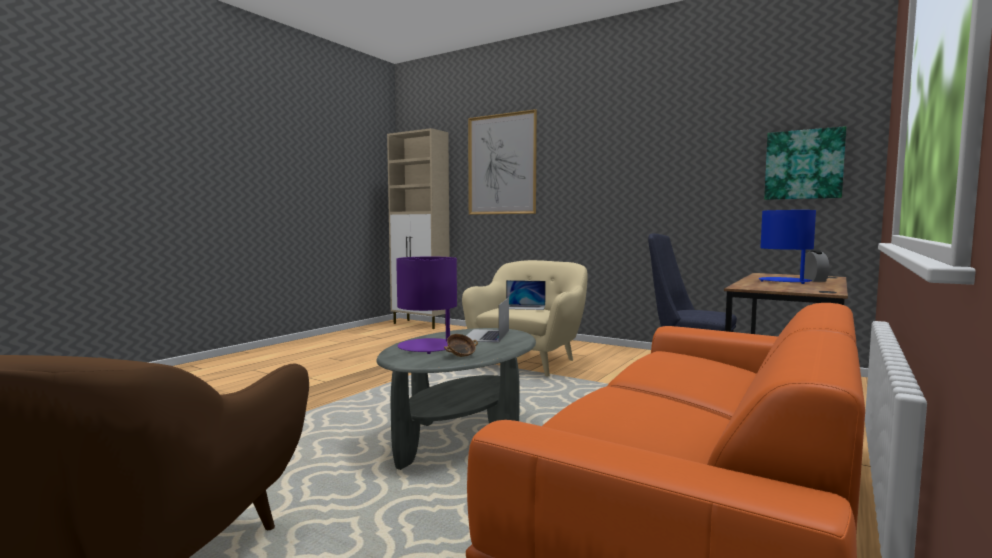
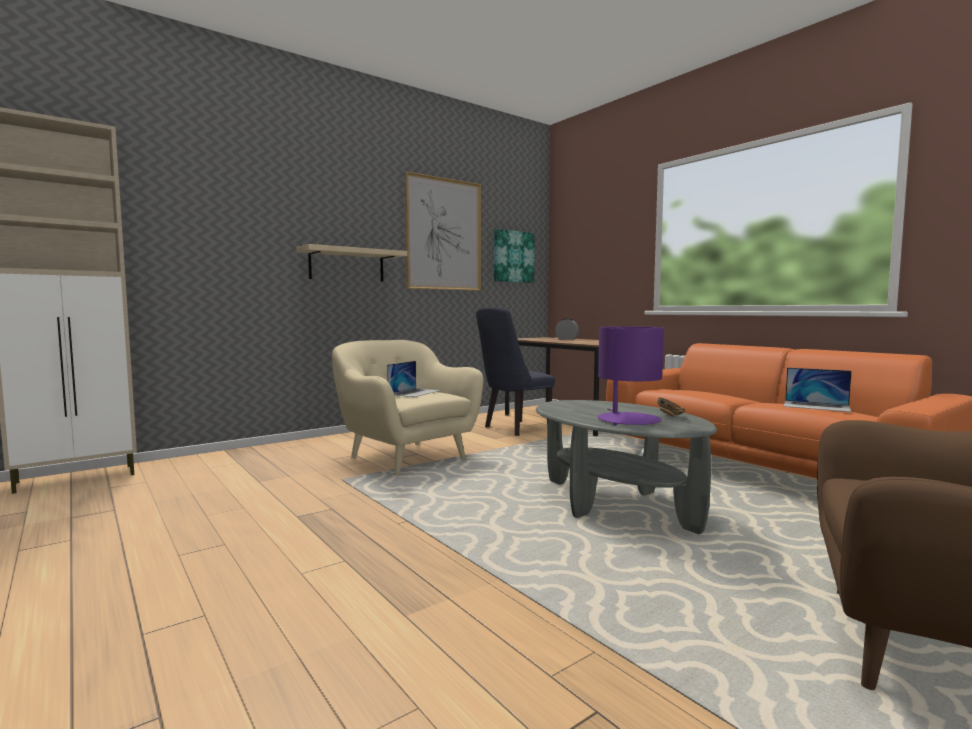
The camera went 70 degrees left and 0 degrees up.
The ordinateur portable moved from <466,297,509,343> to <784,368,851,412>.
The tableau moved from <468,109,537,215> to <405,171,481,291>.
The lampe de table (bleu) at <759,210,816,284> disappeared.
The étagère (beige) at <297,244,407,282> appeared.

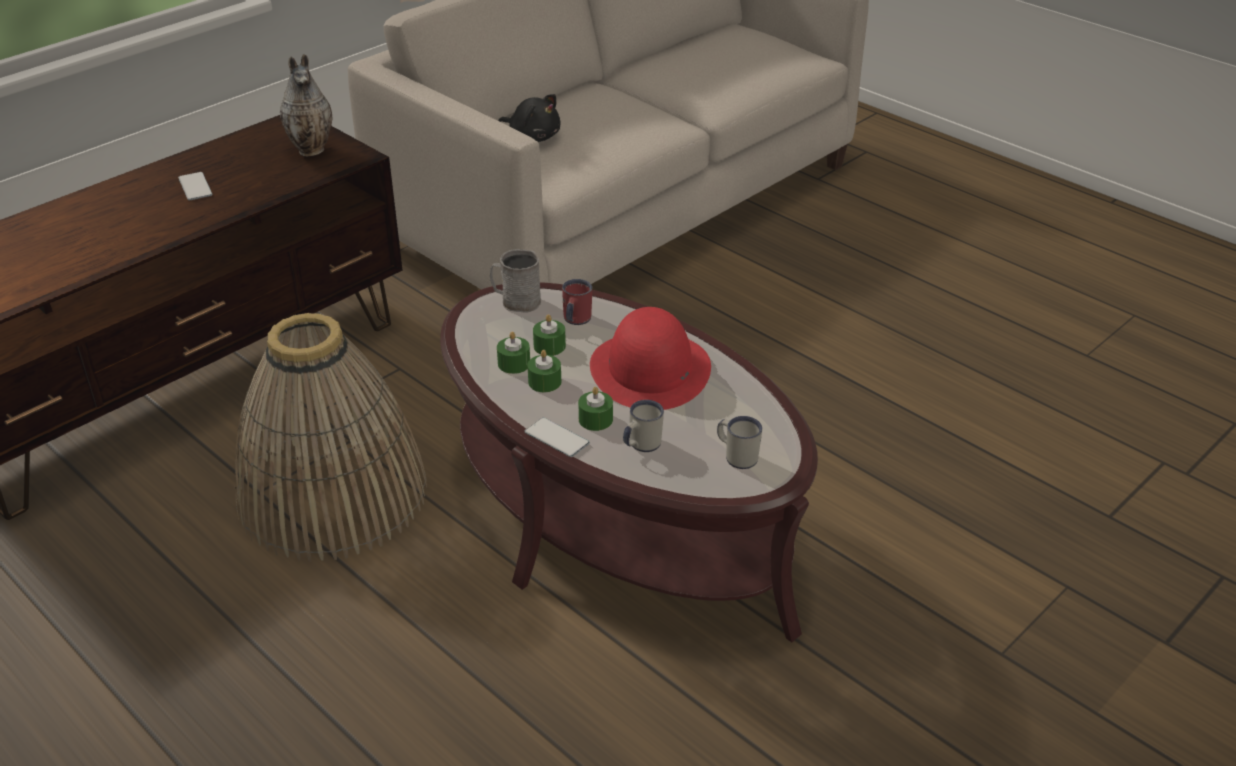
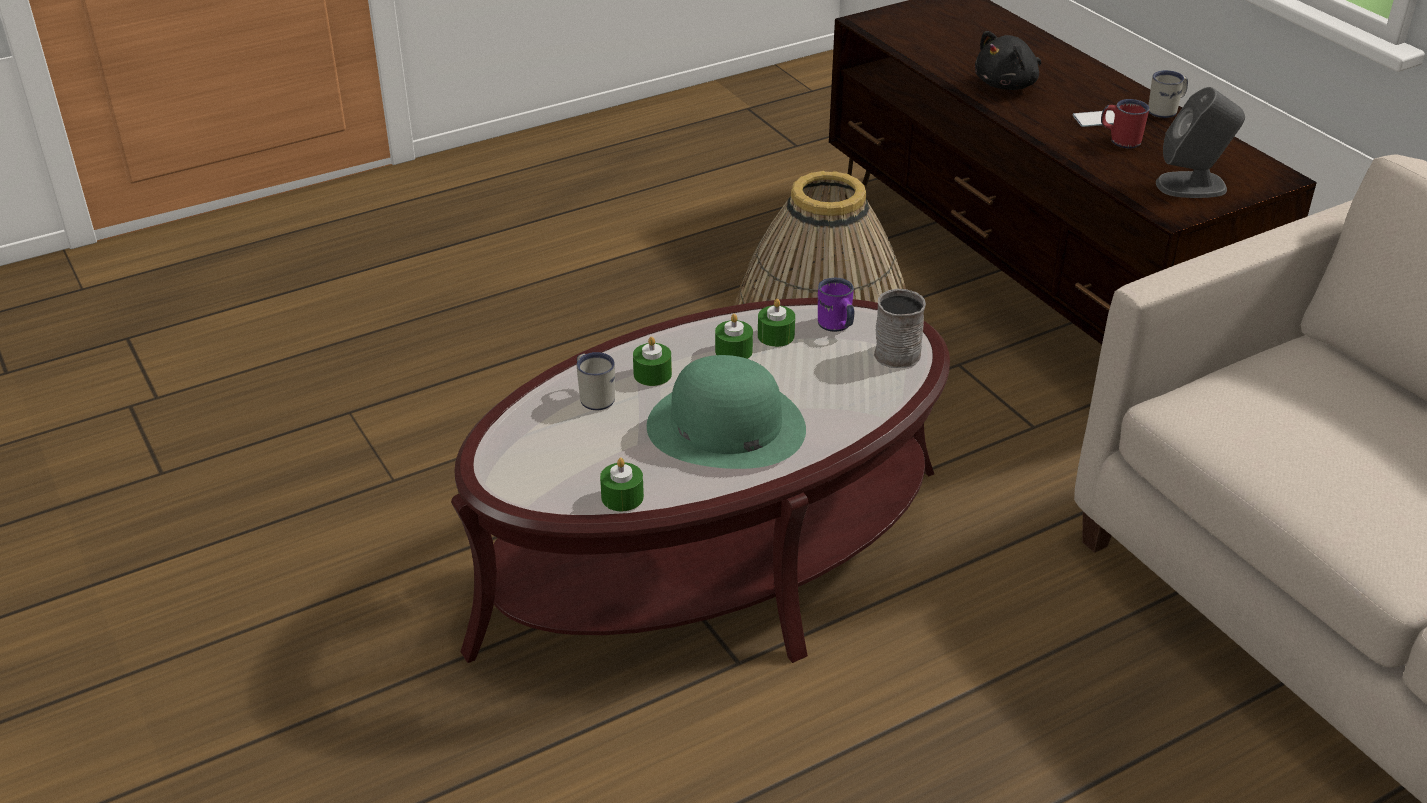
The camera went 105 degrees right and 0 degrees up.
The vase at <280,54,333,156> was replaced by the enceinte (gris) at <1156,87,1245,198>.
The peluche (noir) moved from <498,94,560,142> to <975,31,1041,90>.
The téléphone at <525,418,590,457> disappeared.
The bougie (vert) moved from <533,314,566,356> to <600,458,644,511>.
The mug (rouge) moved from <562,279,592,325> to <1101,99,1149,149>.
The chapeau (rouge) at <590,307,711,410> became the chapeau (vert) at <647,355,806,469>.
The mug (blanc) moved from <717,416,762,469> to <1148,70,1188,118>.
The mug (violet) at <818,278,854,332> appeared.

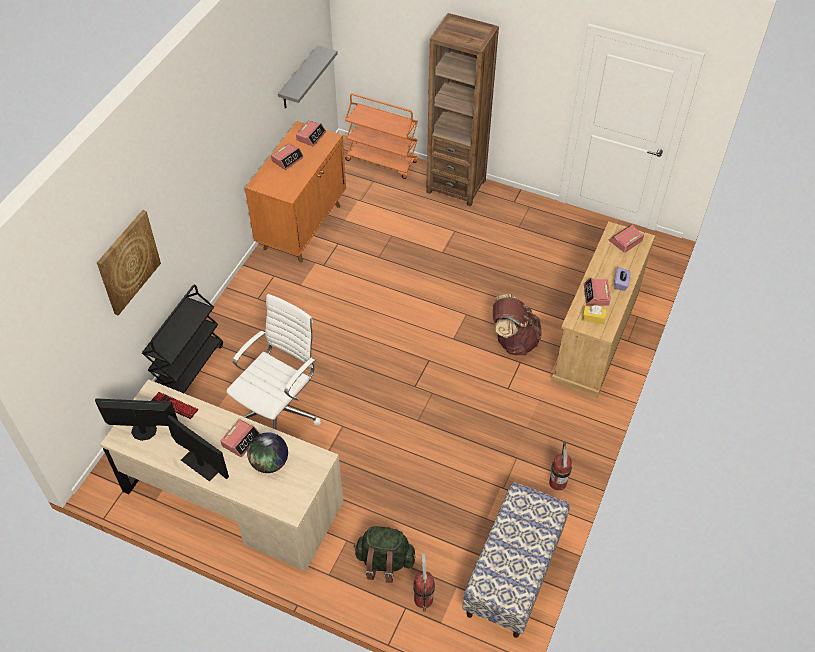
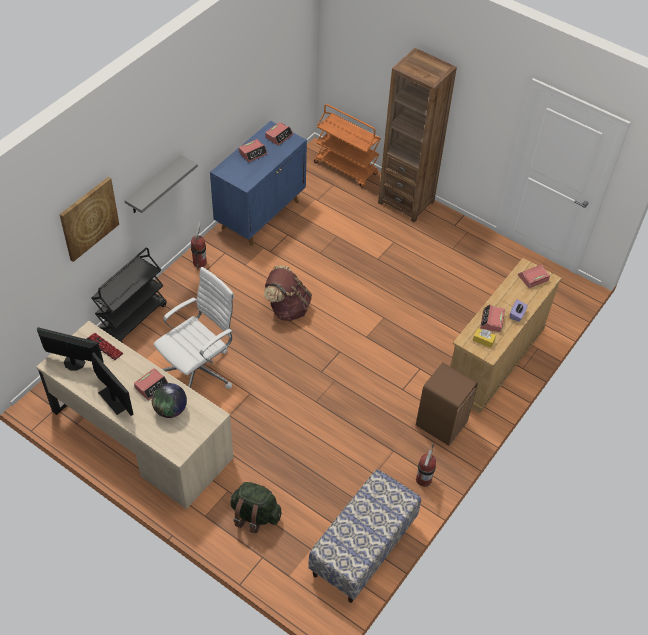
The camera went 10 degrees right and 0 degrees up.
The meuble de rangement (orange) at <245,121,346,263> became the meuble de rangement (bleu) at <210,121,307,246>.
The étagère (gris) moved from <278,45,338,109> to <125,155,198,213>.
The extincteur moved from <413,553,435,612> to <191,221,207,269>.
The sac à dos (marron) moved from <493,294,542,355> to <264,266,312,321>.
The poubelle (marron) at <416,363,478,446> appeared.

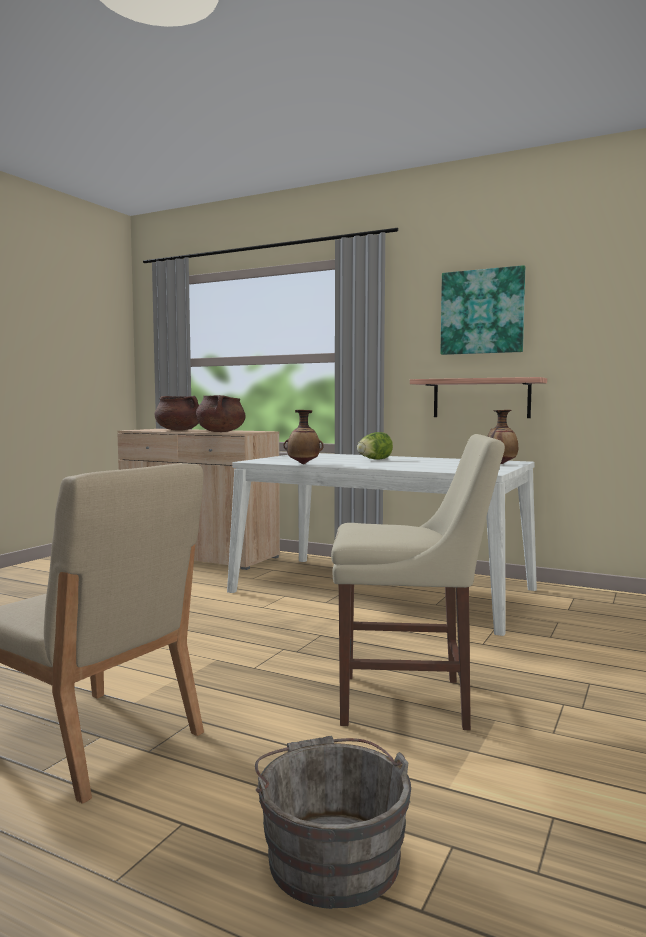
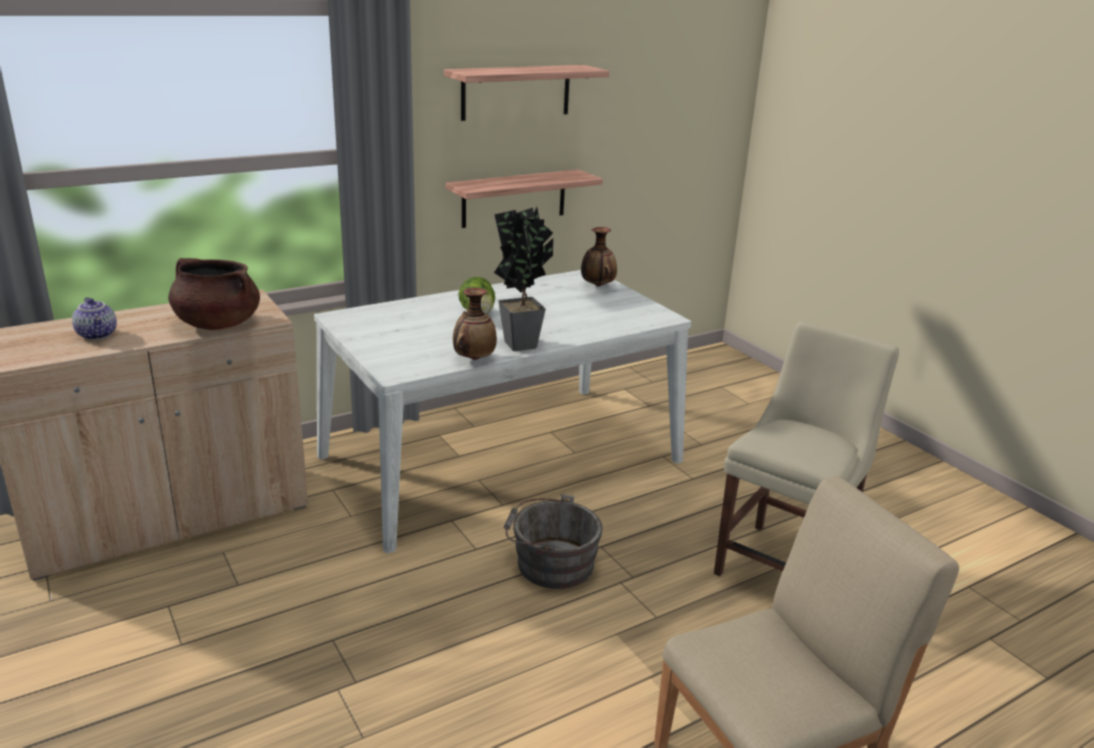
The camera went 60 degrees left and 20 degrees up.
The marmite (marron) at <155,396,199,431> was replaced by the théière at <72,297,117,340>.
The seau (gris) moved from <255,736,411,909> to <504,494,603,589>.
The tableau at <440,265,525,355> was replaced by the étagère at <444,65,609,121>.
The plante en pot at <494,207,553,351> appeared.

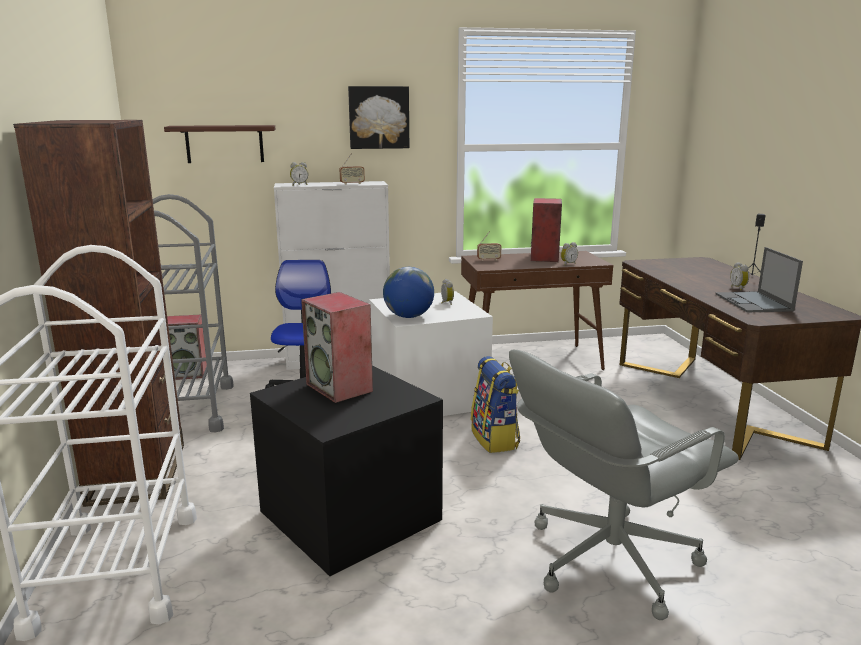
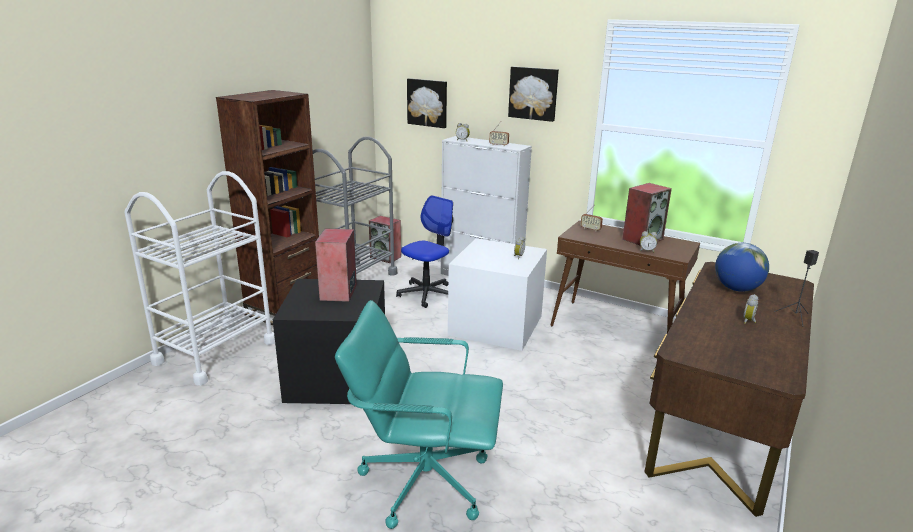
The camera went 40 degrees right and 5 degrees up.
The étagère at <164,125,275,163> was replaced by the tableau at <407,78,447,128>.
The globe moved from <383,267,434,318> to <715,243,769,292>.
The sac à dos at <471,356,520,453> disappeared.
The chaise de bureau (gris) at <509,350,739,620> became the chaise de bureau (turquoise) at <335,300,503,529>.
The ordinateur portable at <716,247,803,312> disappeared.

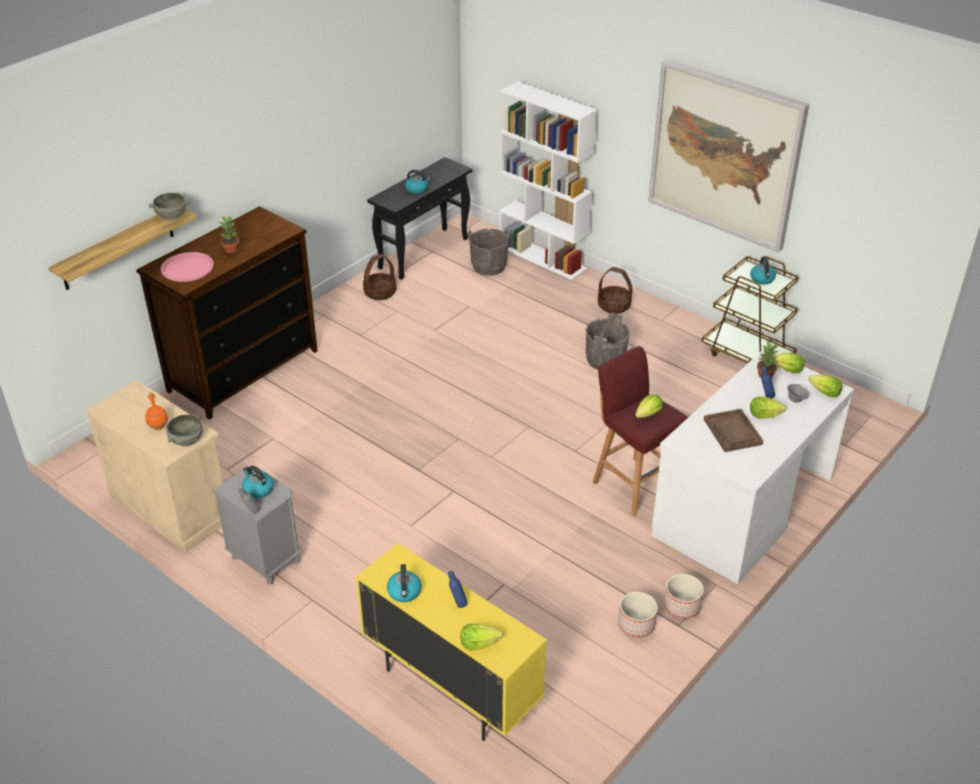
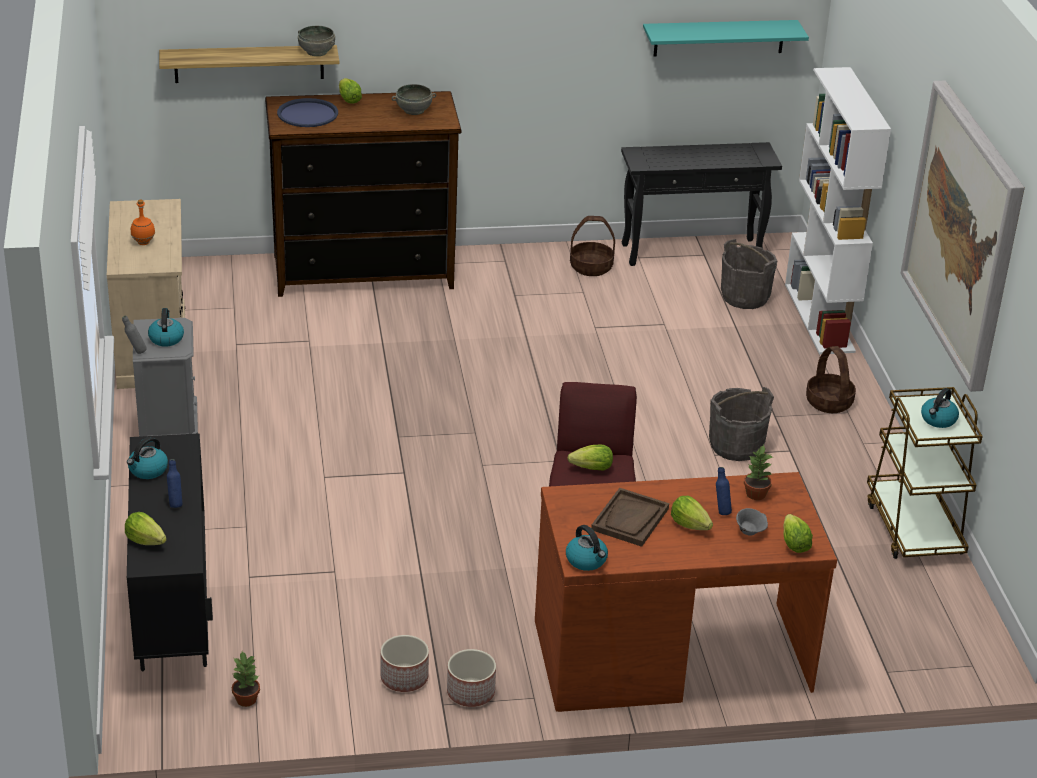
The camera went 40 degrees right and 5 degrees down.
The plateau (rose) at <161,252,214,282> became the plateau (bleu) at <277,98,338,127>.
The bol (gris) moved from <166,415,203,447> to <392,84,436,115>.
The plante en pot moved from <219,215,240,253> to <232,651,260,707>.
The meuble de rangement (jaune) at <356,543,547,741> became the meuble de rangement (noir) at <127,433,213,671>.
The bouilloire moved from <405,170,430,194> to <566,525,608,571>.
The bureau (blanc) at <652,349,854,584> became the bureau (marron) at <535,472,837,712>.
The laitue moved from <773,353,805,373> to <339,78,362,103>.
The étagère (turquoise) at <643,20,809,57> appeared.

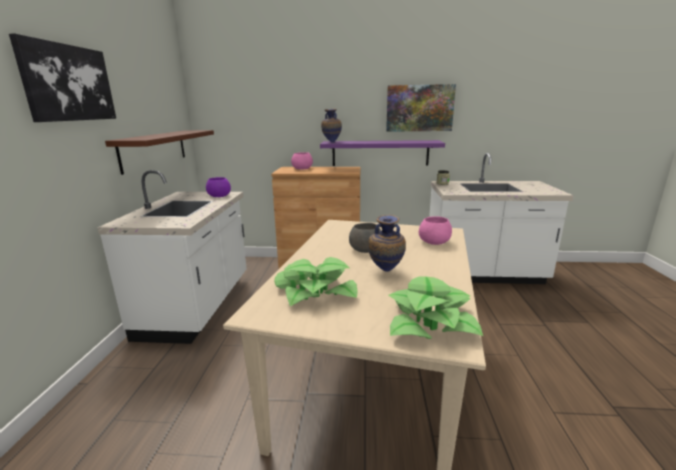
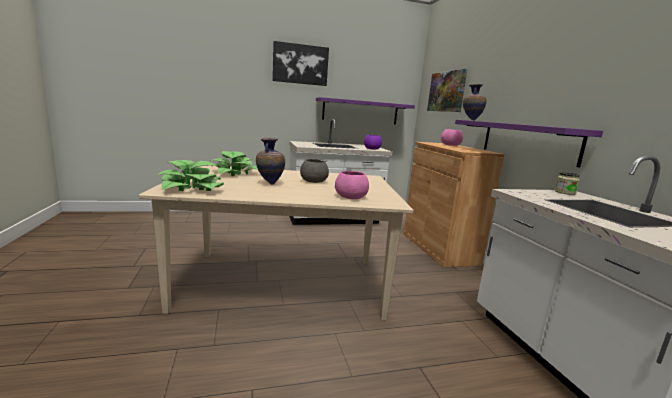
The camera went 70 degrees right and 5 degrees down.
The étagère (marron) at <105,130,214,175> became the étagère (violet) at <316,97,415,124>.
The tableau moved from <386,84,456,132> to <427,69,467,112>.

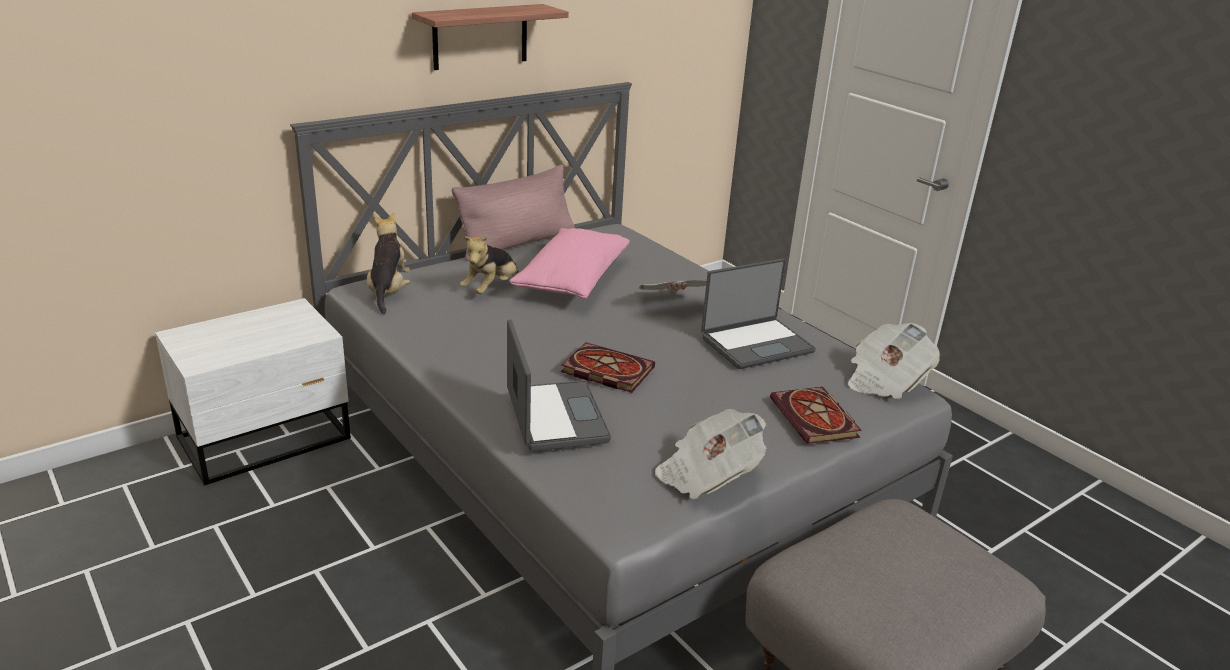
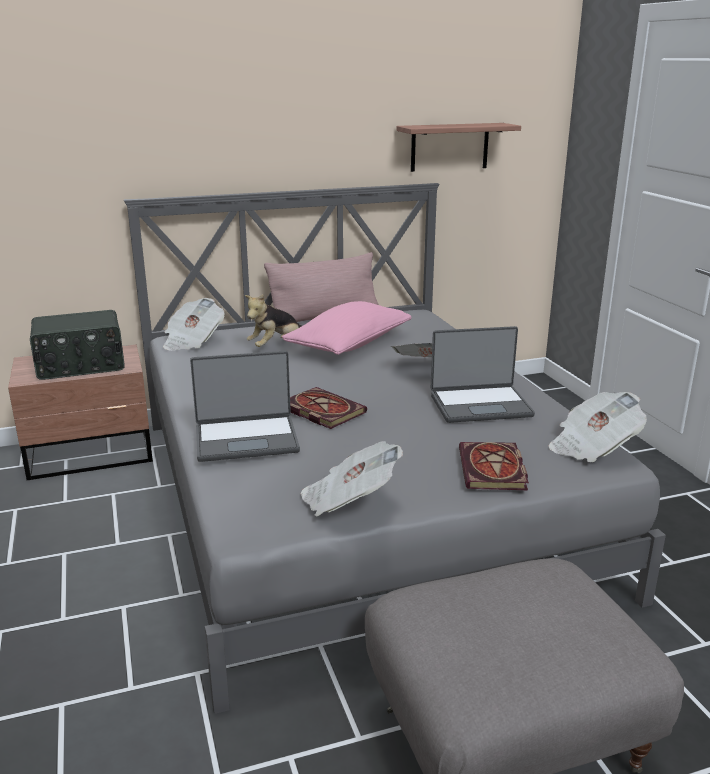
The camera went 20 degrees right and 5 degrees down.
The table de chevet (blanc) at <155,298,351,486> became the table de chevet (marron) at <8,345,153,480>.
The peluche at <367,213,411,314> was replaced by the journal at <163,298,225,351>.
The étagère moved from <412,4,569,70> to <396,123,521,172>.
The ordinateur portable at <507,320,611,451> turned 75 degrees clockwise.
The radio at <30,310,125,380> appeared.

